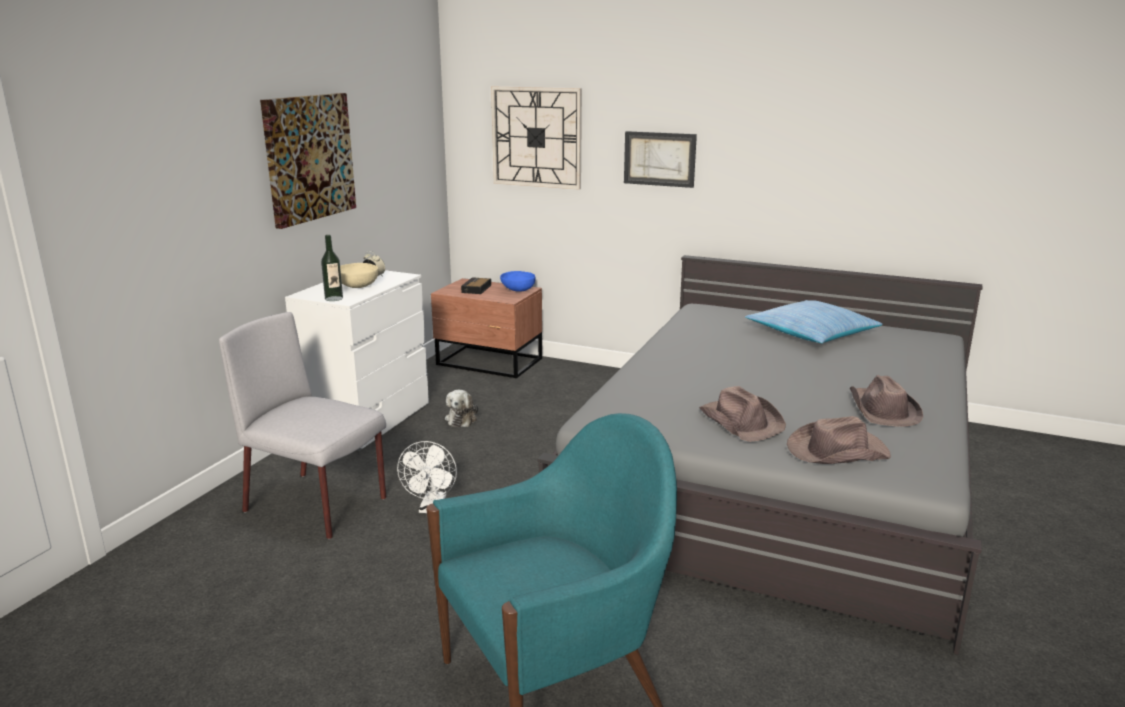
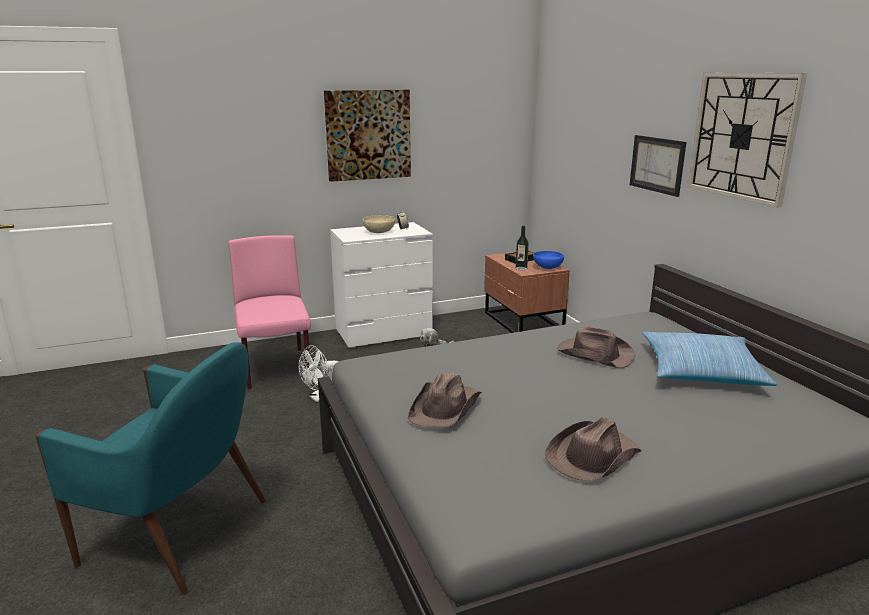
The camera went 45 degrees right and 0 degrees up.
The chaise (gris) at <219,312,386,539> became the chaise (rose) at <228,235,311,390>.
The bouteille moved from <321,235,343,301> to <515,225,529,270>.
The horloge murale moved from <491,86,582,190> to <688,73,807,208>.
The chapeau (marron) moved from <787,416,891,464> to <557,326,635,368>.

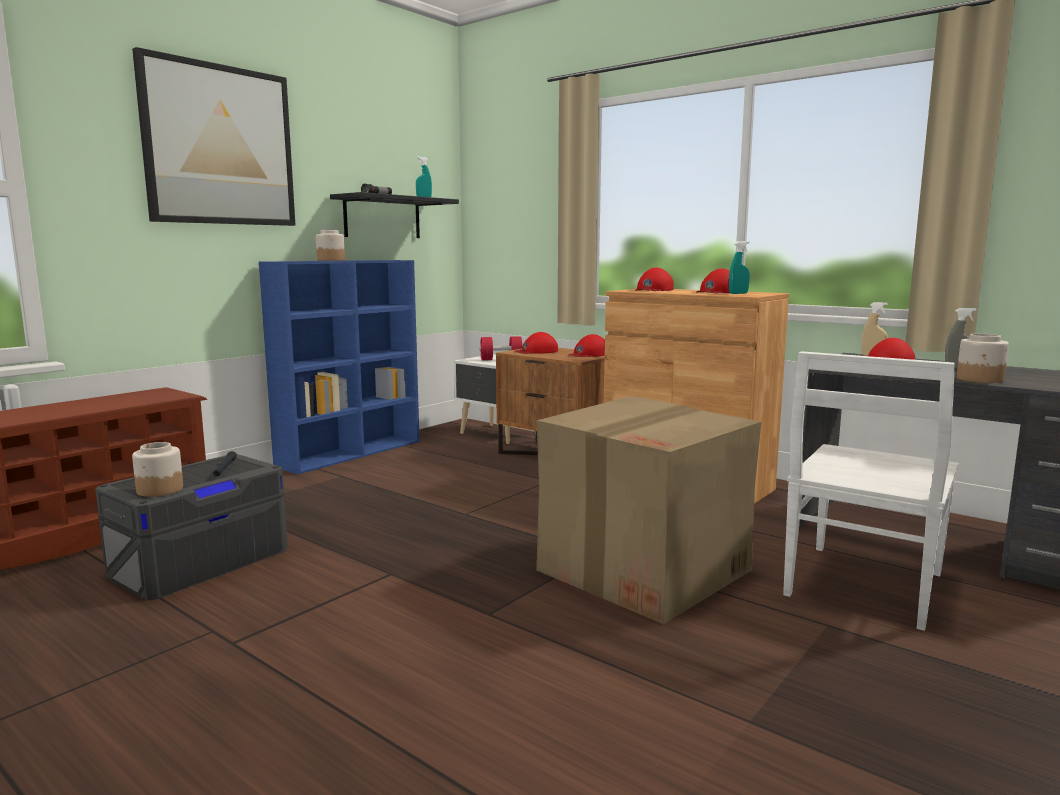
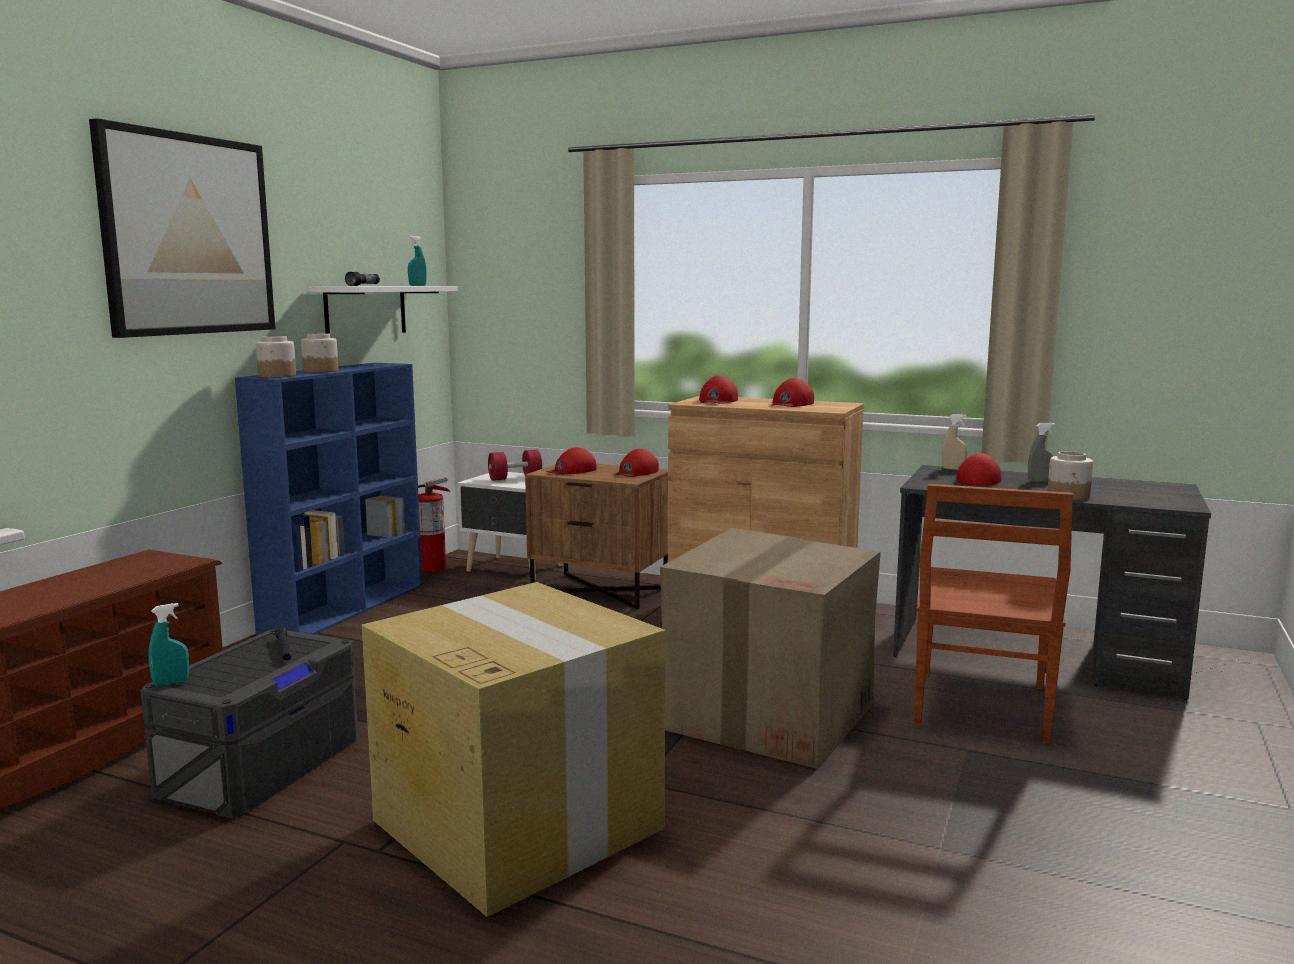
The camera went 15 degrees left and 0 degrees up.
The bocal moved from <132,442,183,497> to <256,336,296,378>.
The étagère (noir) at <330,192,459,238> became the étagère (blanc) at <309,286,458,334>.
The vaporisateur (turquoise) moved from <729,241,750,294> to <148,603,189,686>.
The chaise (blanc) at <783,351,958,631> became the chaise (marron) at <914,484,1073,744>.
The carton at <362,582,665,917> appeared.
The extincteur at <418,477,450,572> appeared.

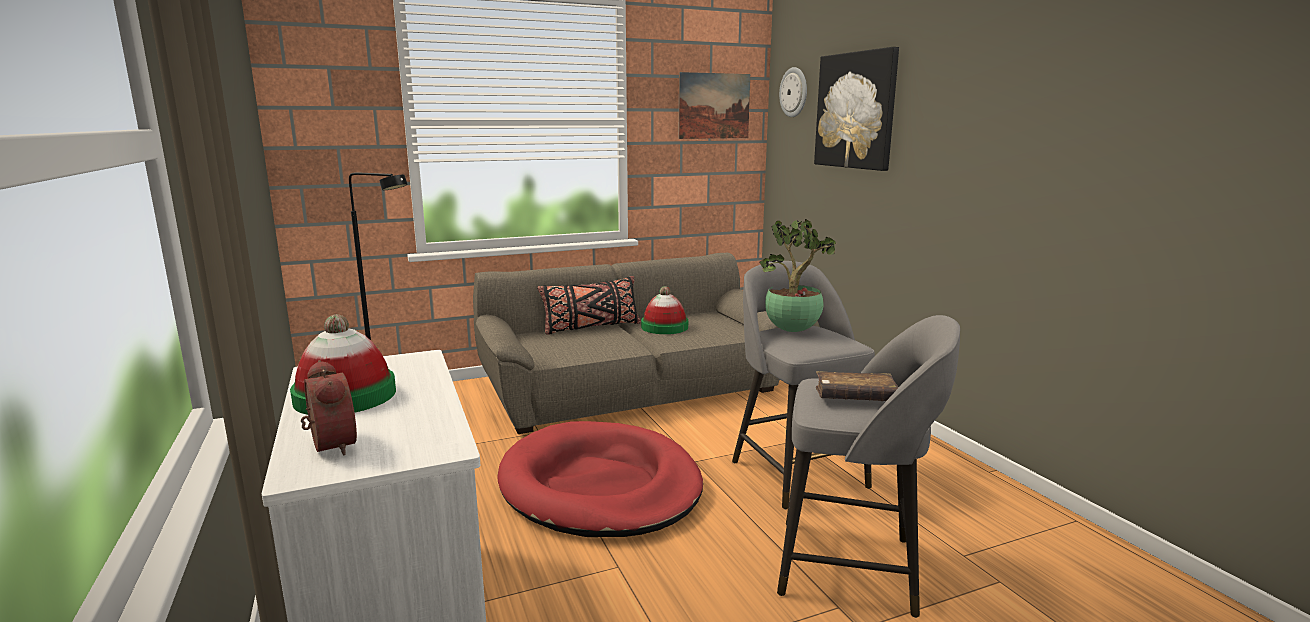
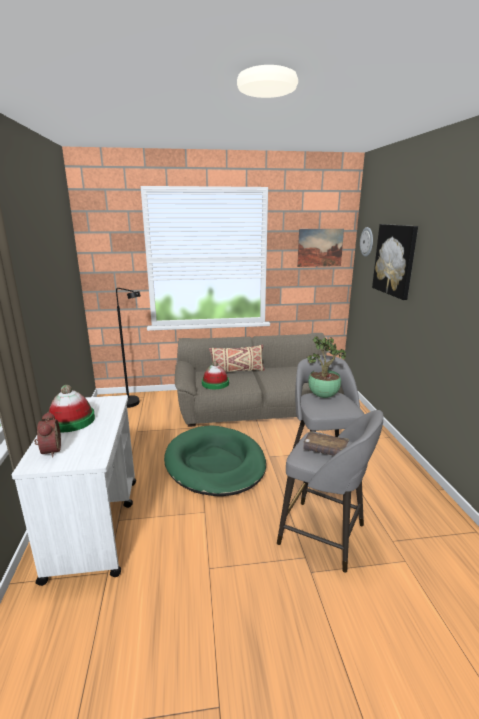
The camera went 15 degrees right and 5 degrees up.
The panier pour chien (rouge) at <497,421,703,537> became the panier pour chien (vert) at <164,425,266,496>.
The coussin (noir) at <537,276,641,335> became the coussin (beige) at <209,345,265,372>.
The chapeau moved from <641,286,688,334> to <202,361,229,389>.

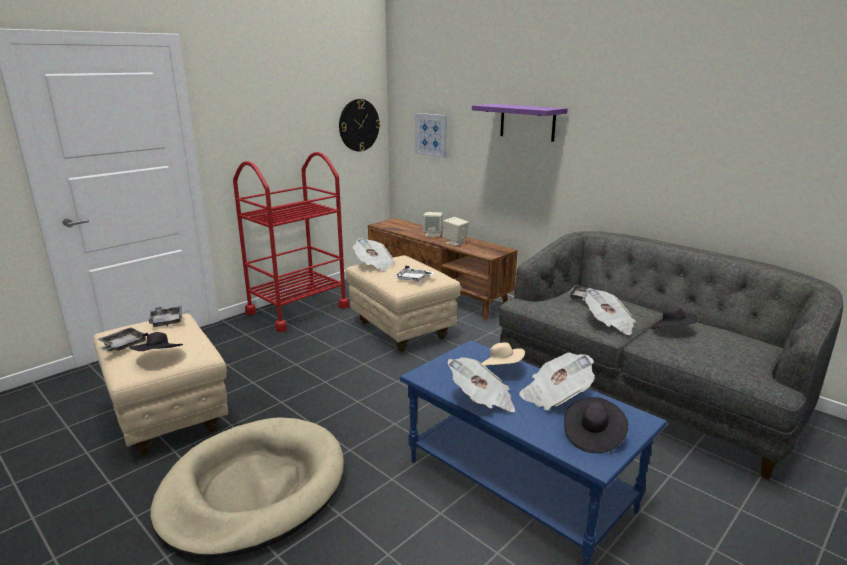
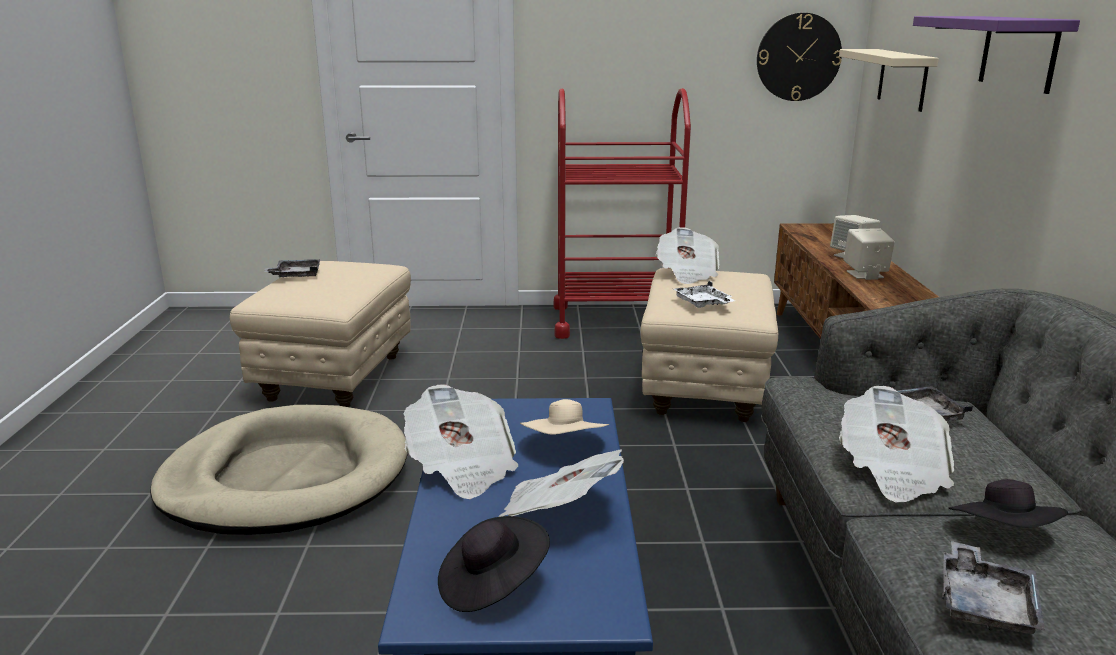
The camera went 45 degrees right and 0 degrees up.
The chapeau (noir) at <130,332,183,351> disappeared.
The plateau (gris) moved from <149,306,182,327> to <942,541,1045,634>.
The tableau at <415,113,447,158> was replaced by the étagère (beige) at <839,49,939,112>.

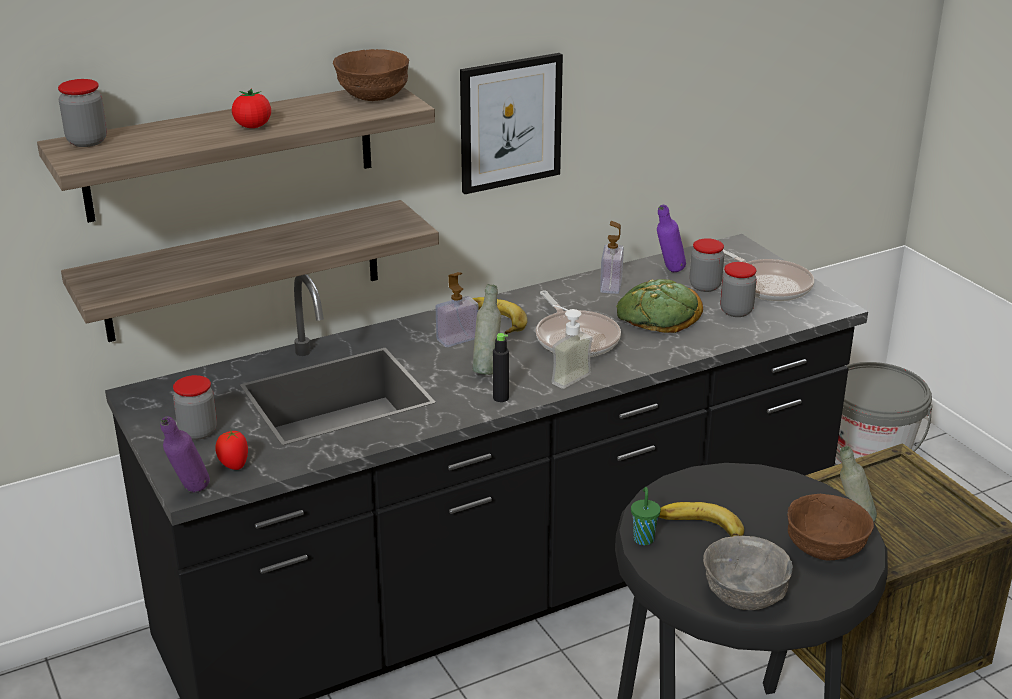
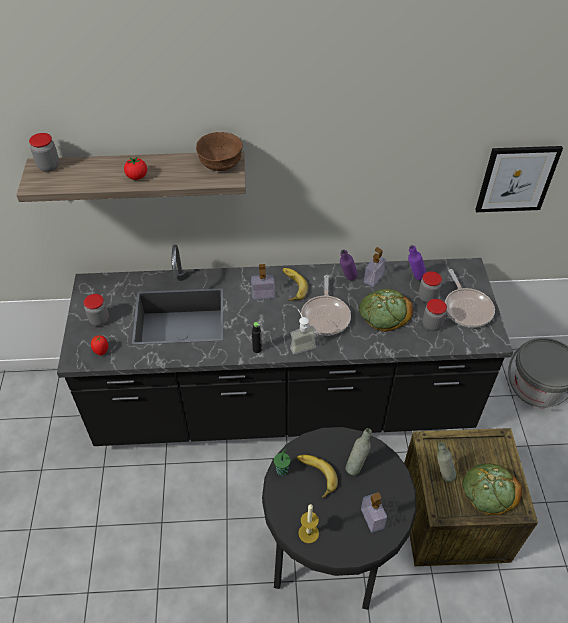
The camera went 25 degrees right and 20 degrees up.
The étagère at <61,200,439,342> disappeared.
The bouteille (violet) moved from <160,416,210,493> to <340,249,358,280>.
The tableau moved from <460,53,563,194> to <475,146,563,212>.
The bouteille (gris) moved from <473,284,501,375> to <346,428,372,475>.
The bol (gris) at <703,536,793,610> was replaced by the bougie at <298,504,319,543>.
The bol (marron) at <787,494,874,561> was replaced by the distributeur de savon at <361,492,387,533>.
The pain at <462,464,522,515> appeared.

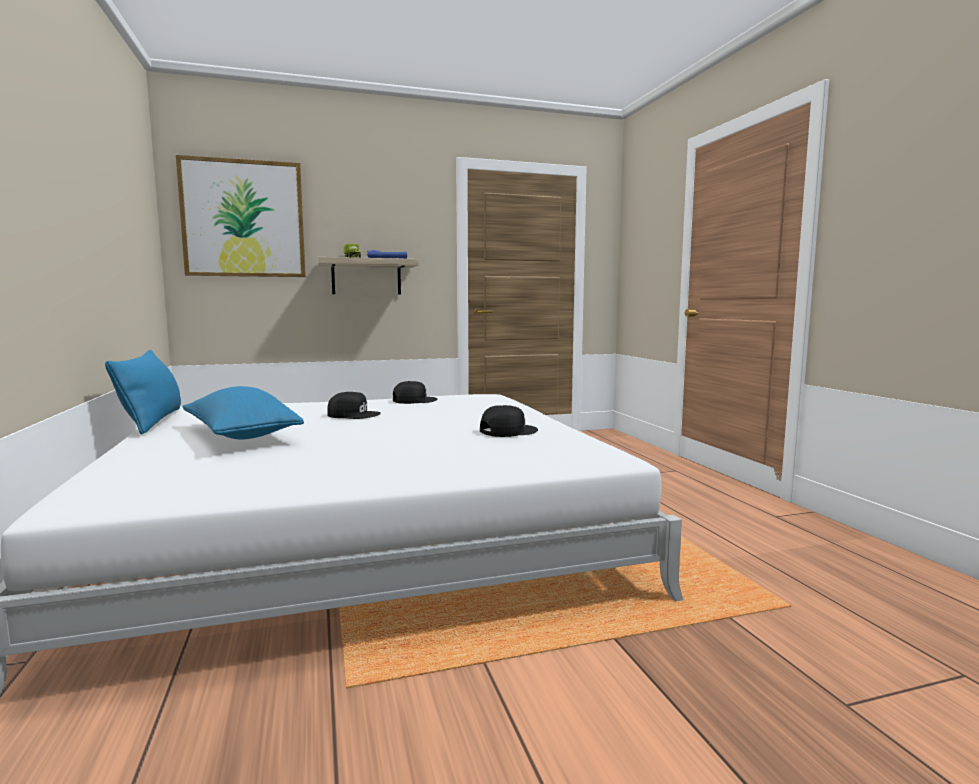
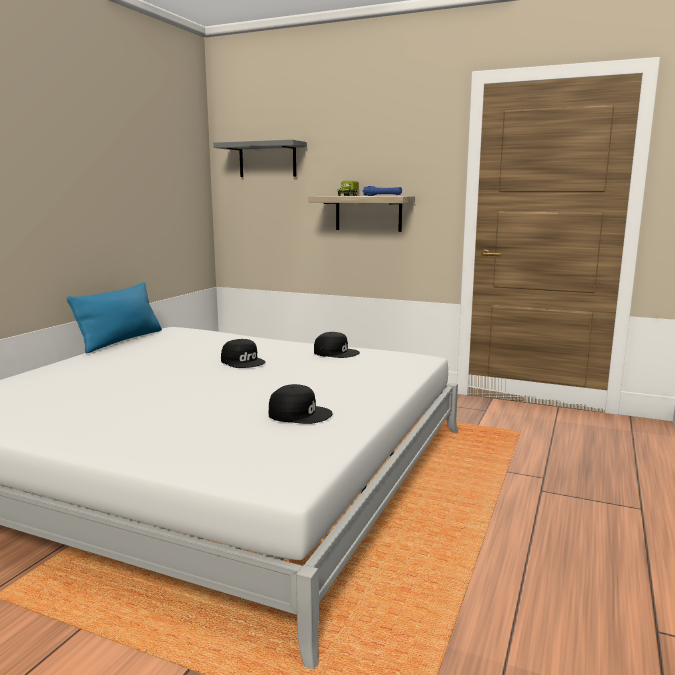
The camera went 40 degrees right and 5 degrees up.
The tableau at <176,155,306,277> was replaced by the étagère (gris) at <213,140,307,177>.
The coussin (bleu) at <183,386,304,439> disappeared.

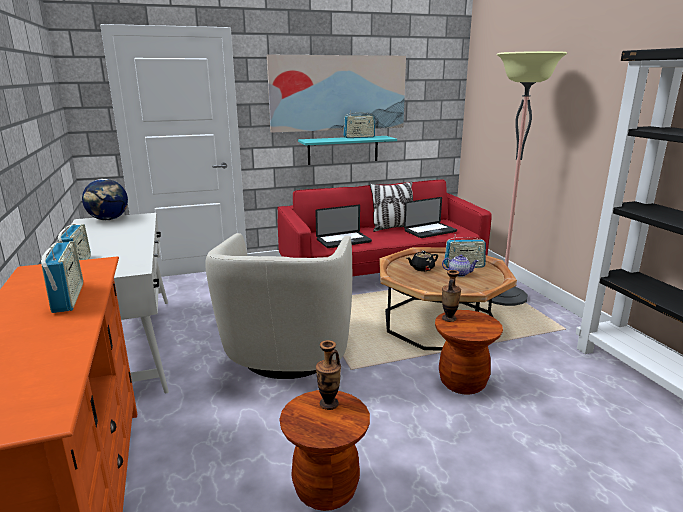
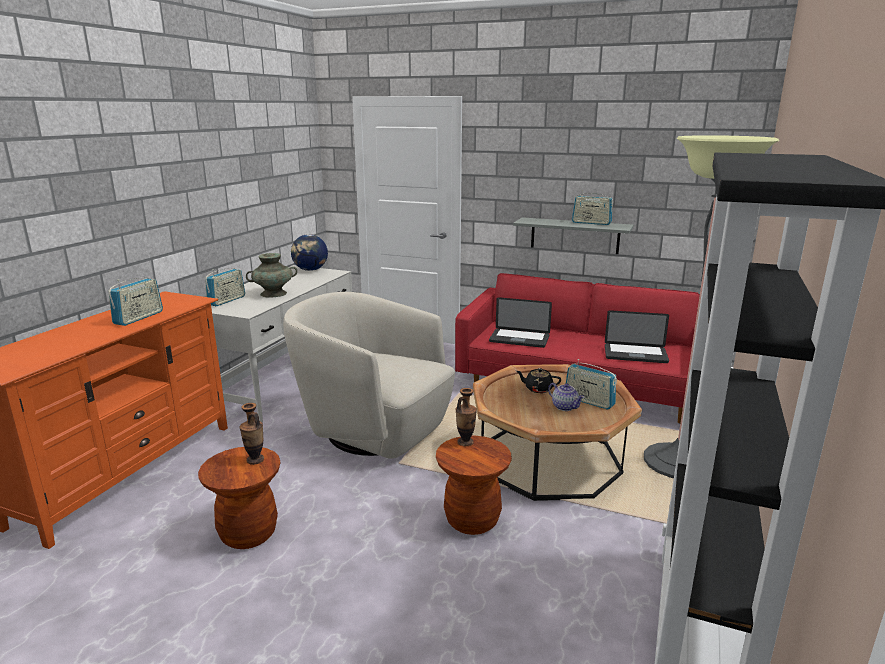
The camera went 40 degrees right and 0 degrees up.
The fauteuil (beige) at <206,233,352,379> turned 75 degrees clockwise.
The tableau at <267,55,406,133> disappeared.
The étagère (turquoise) at <298,136,397,165> became the étagère (gris) at <513,217,633,254>.
The coussin at <370,182,413,232> disappeared.
The vase (turquoise) at <246,253,297,298> appeared.

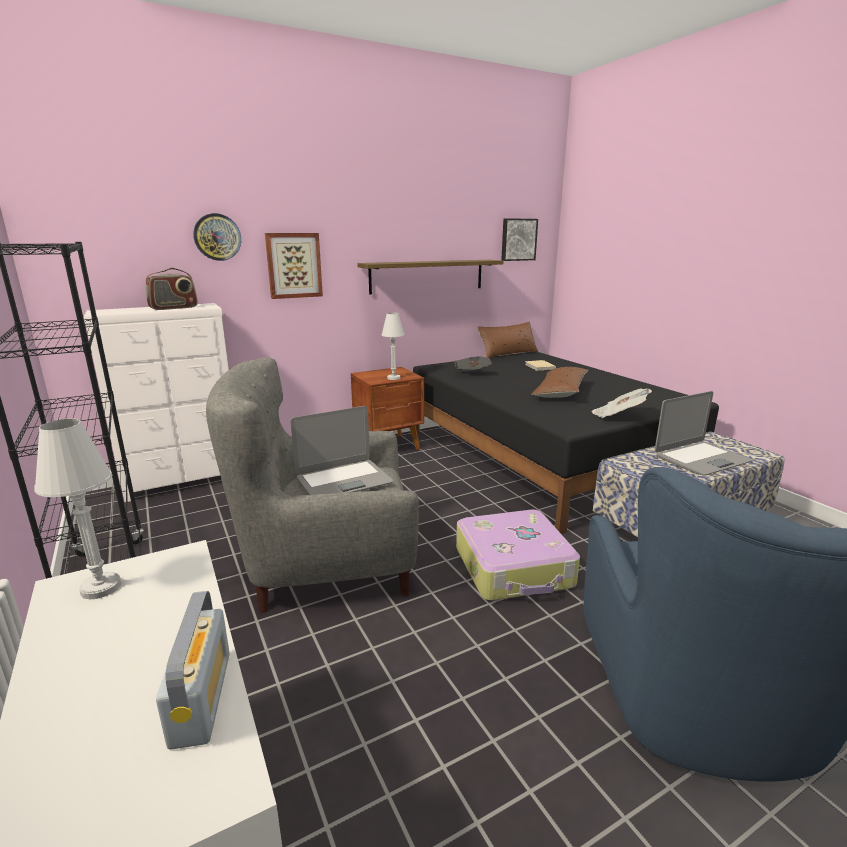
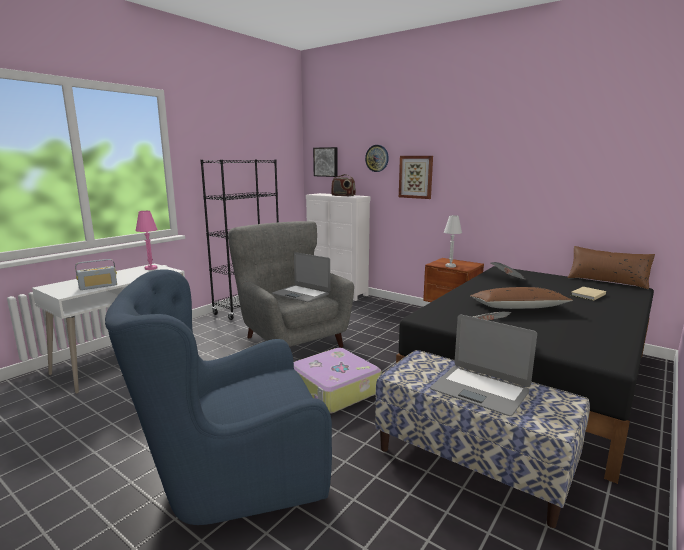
The camera went 65 degrees right and 5 degrees down.
The lampe de table (blanc) at <34,419,121,599> became the lampe de table (rose) at <135,211,158,270>.
The étagère at <357,260,503,294> disappeared.
The tableau moved from <501,218,538,261> to <313,147,337,177>.

